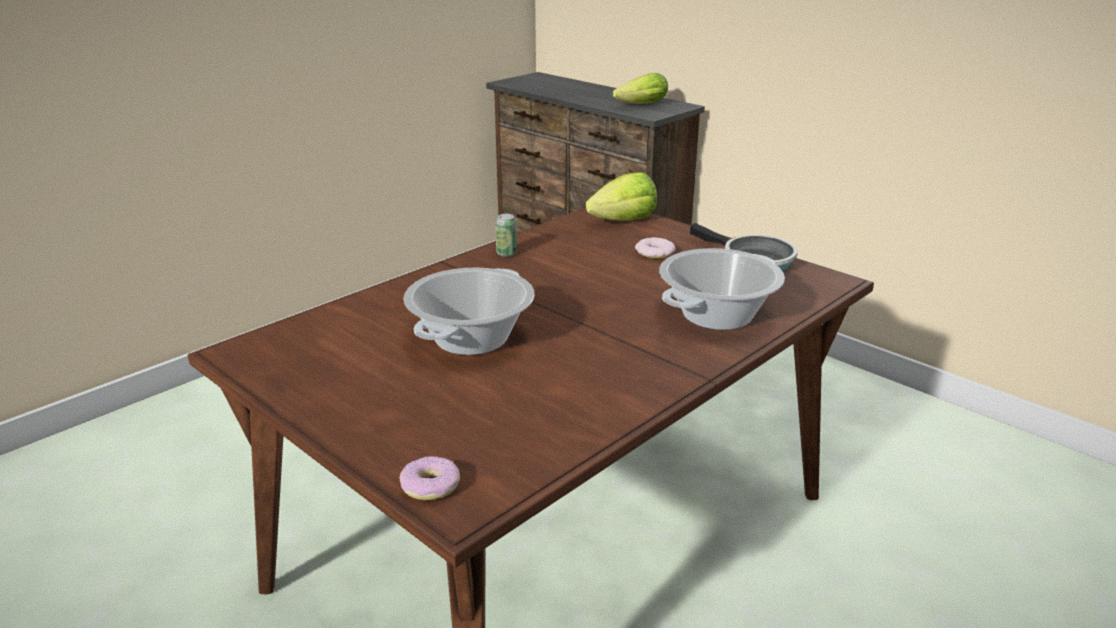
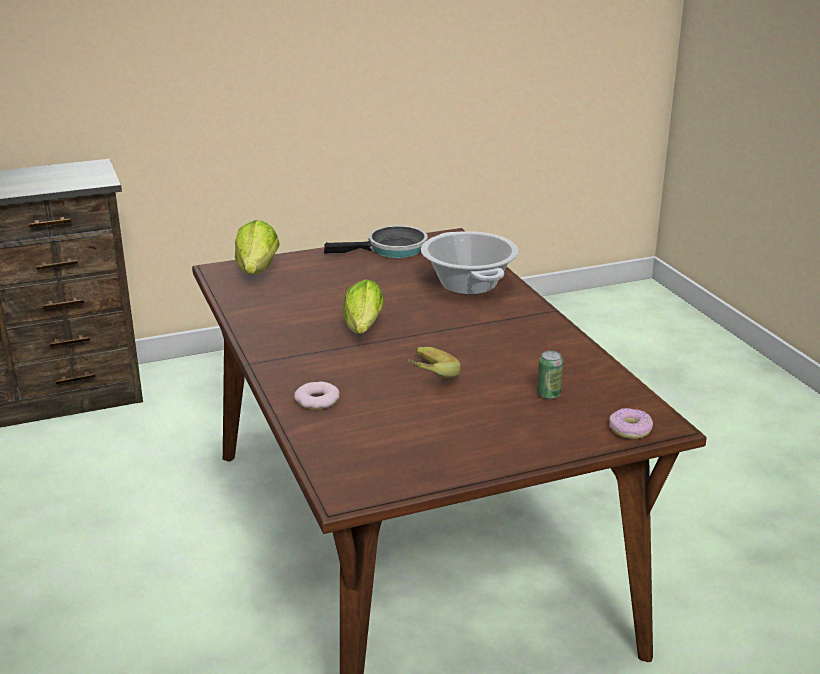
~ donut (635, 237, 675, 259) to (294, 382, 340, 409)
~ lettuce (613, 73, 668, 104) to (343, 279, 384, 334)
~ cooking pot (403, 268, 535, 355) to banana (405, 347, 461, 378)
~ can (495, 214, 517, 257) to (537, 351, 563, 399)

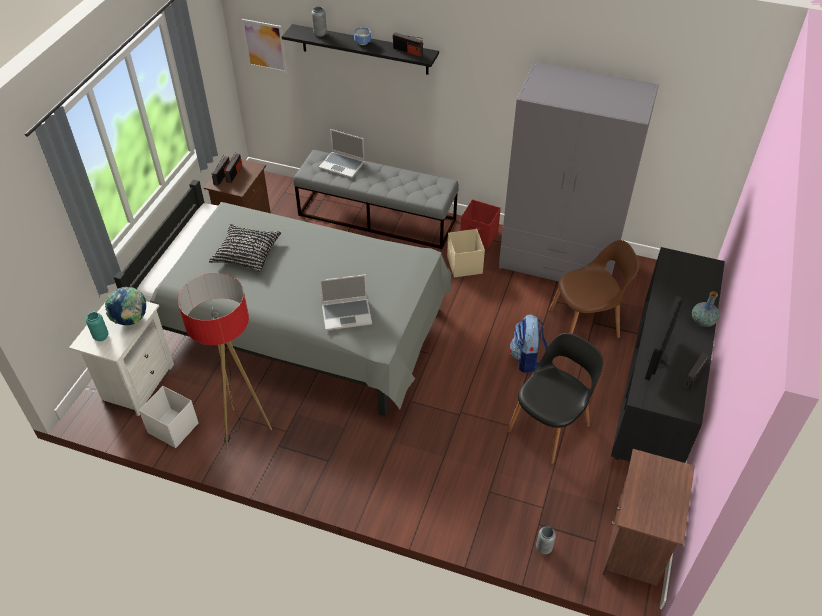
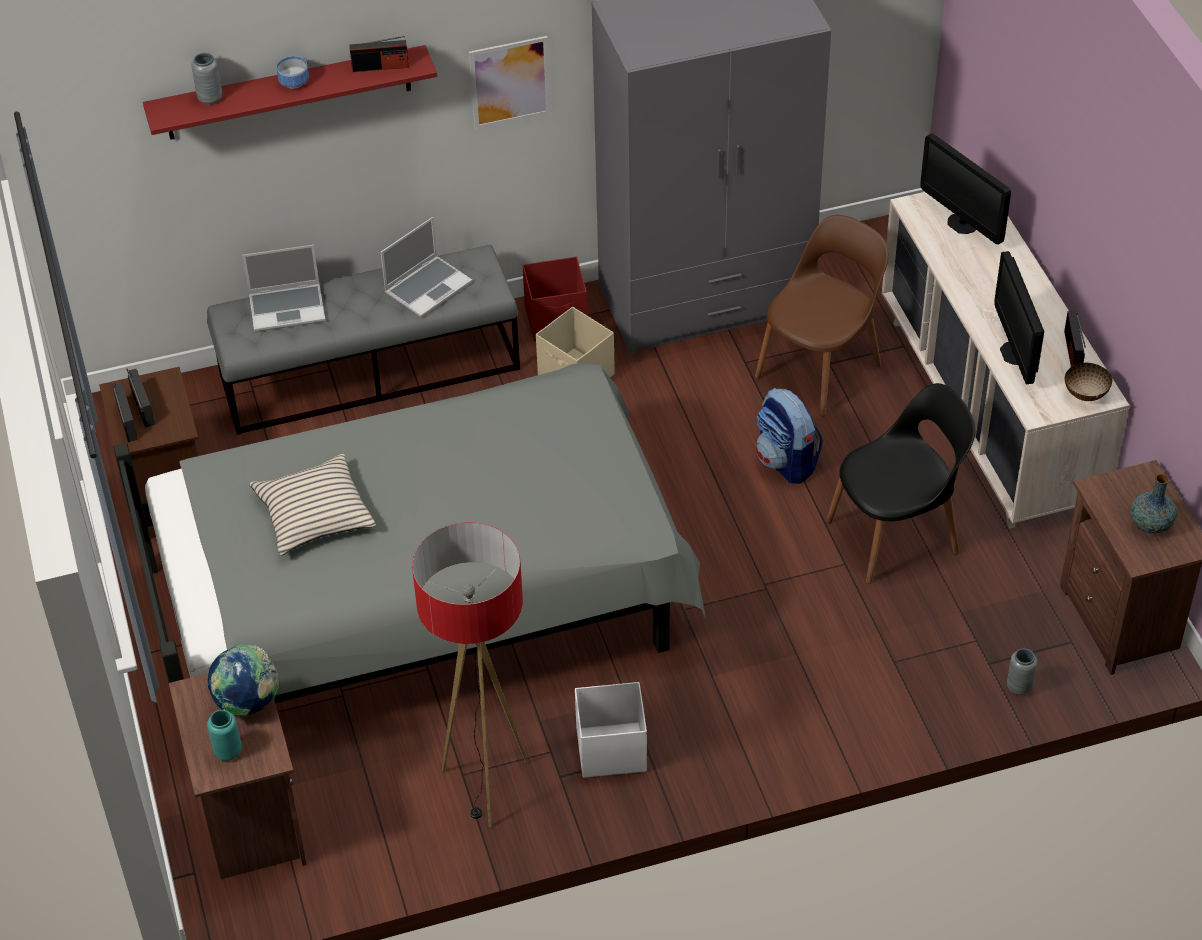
~ shelf in black (282, 24, 439, 75) to shelf in red (143, 45, 437, 140)
~ nightstand in white (69, 301, 174, 416) to nightstand in brown (169, 673, 307, 879)
~ pillow in black (209, 224, 281, 271) to pillow in beige (249, 453, 376, 556)
~ laptop (319, 274, 372, 330) to (381, 217, 472, 317)
~ picture (241, 19, 287, 73) to (469, 36, 551, 129)
~ storage box in white (139, 386, 198, 448) to (575, 682, 647, 778)
~ chair in black (507, 333, 604, 464) = (826, 383, 976, 584) 60 degrees clockwise
~ dresser in black (611, 247, 725, 463) to dresser in beige (882, 192, 1130, 529)
+ monitor (920, 133, 1011, 245)
+ bowl (1065, 363, 1112, 401)
~ vase (692, 291, 720, 327) to (1131, 474, 1177, 534)

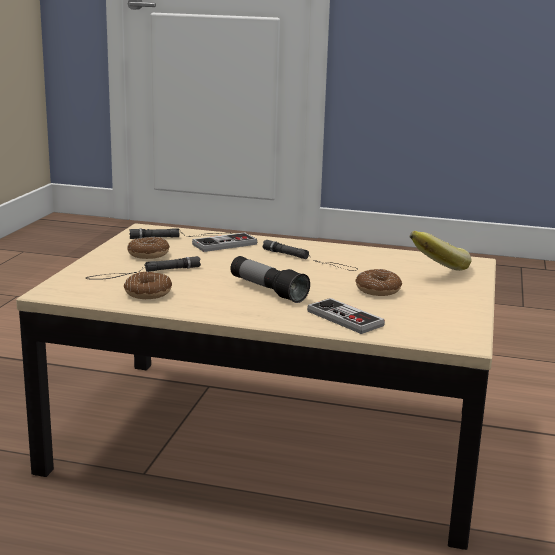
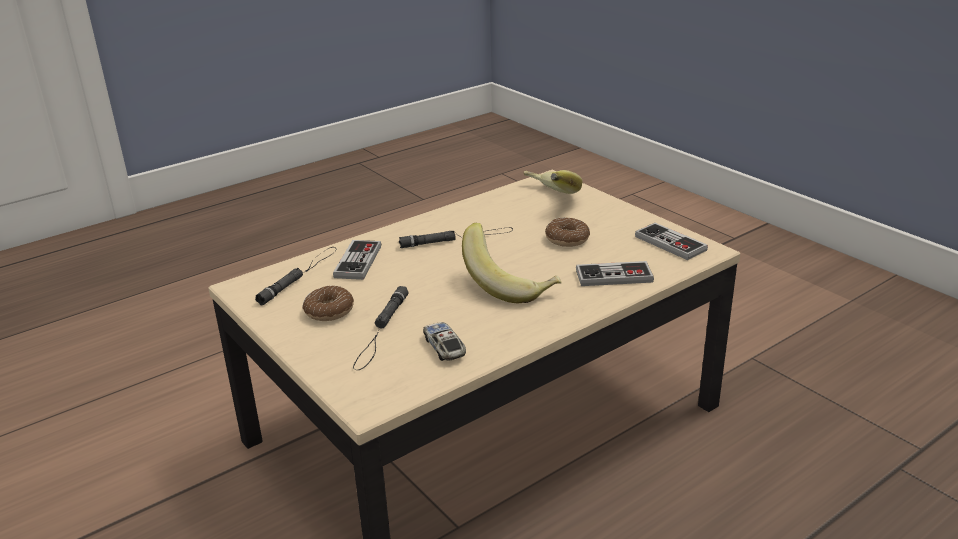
~ donut (124, 272, 172, 299) to toy car (423, 322, 466, 361)
~ flashlight (230, 256, 310, 303) to banana (462, 223, 562, 303)
+ game controller (635, 223, 708, 260)

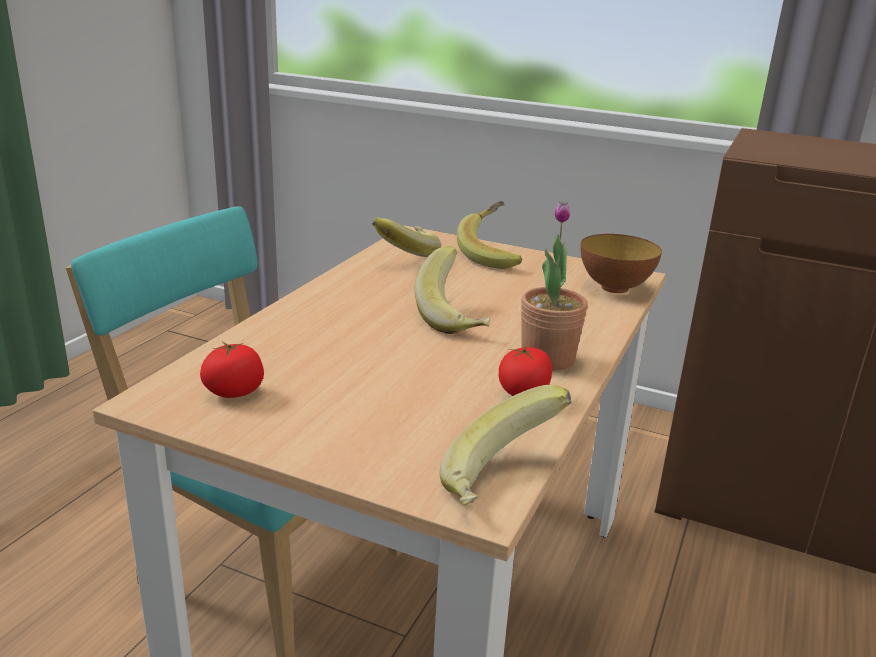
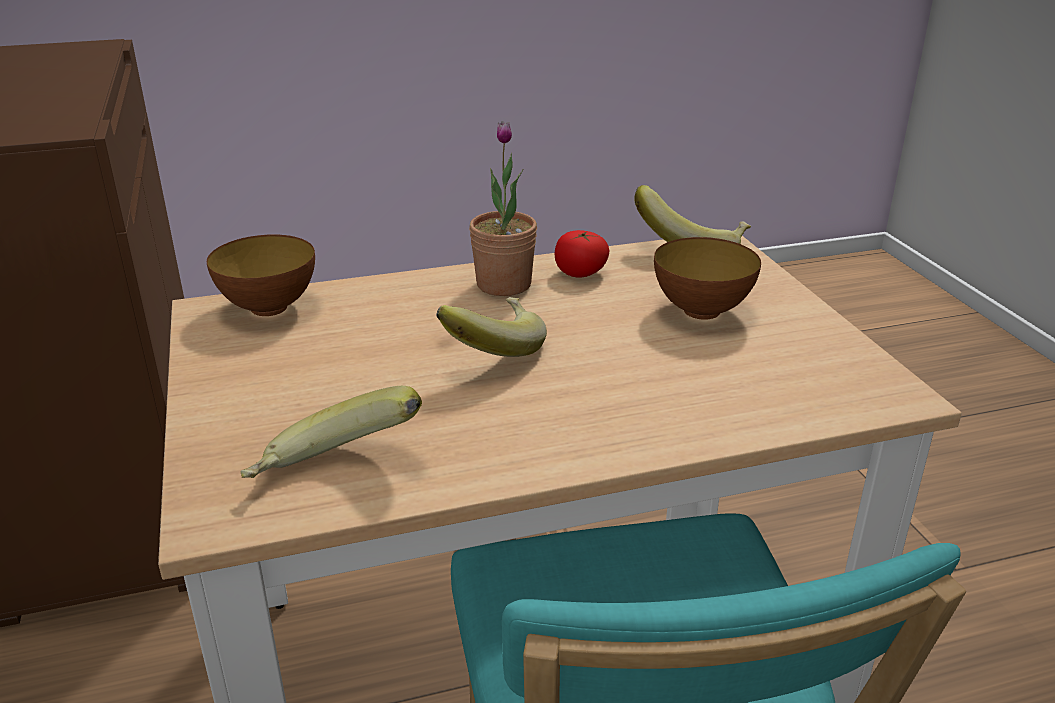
+ bowl (654, 237, 761, 320)
- tomato (200, 341, 264, 398)
- banana (457, 201, 522, 269)

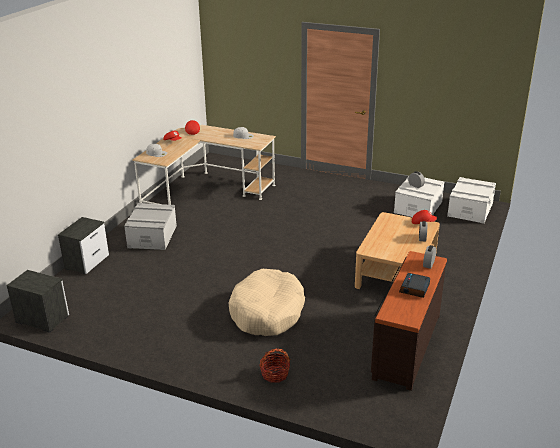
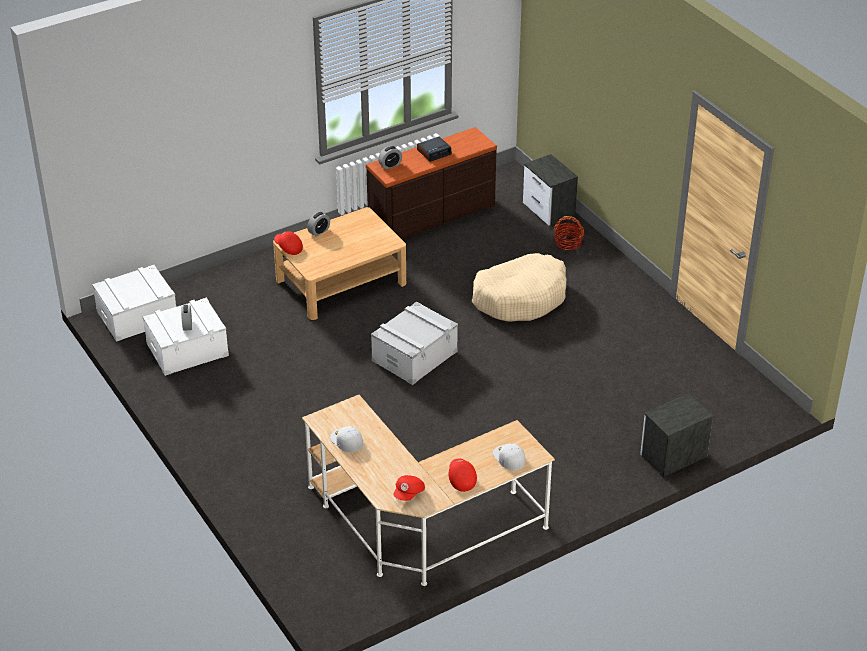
~ storage box in grey (124, 203, 177, 250) to (371, 302, 458, 385)
~ nightstand (6, 270, 69, 333) to (523, 154, 578, 226)

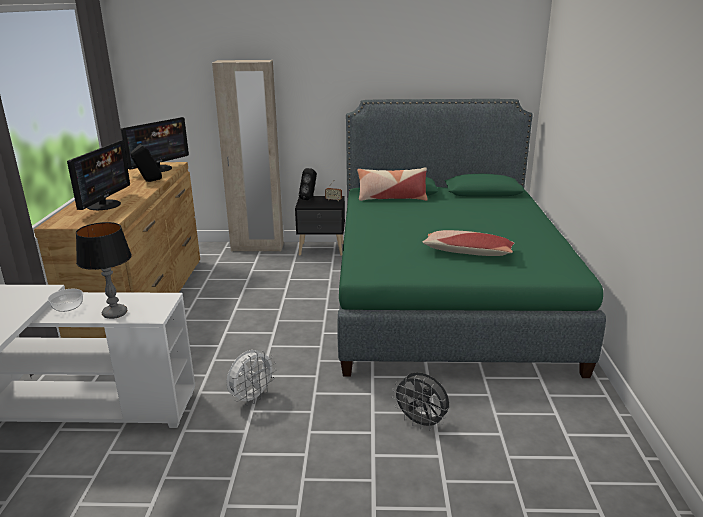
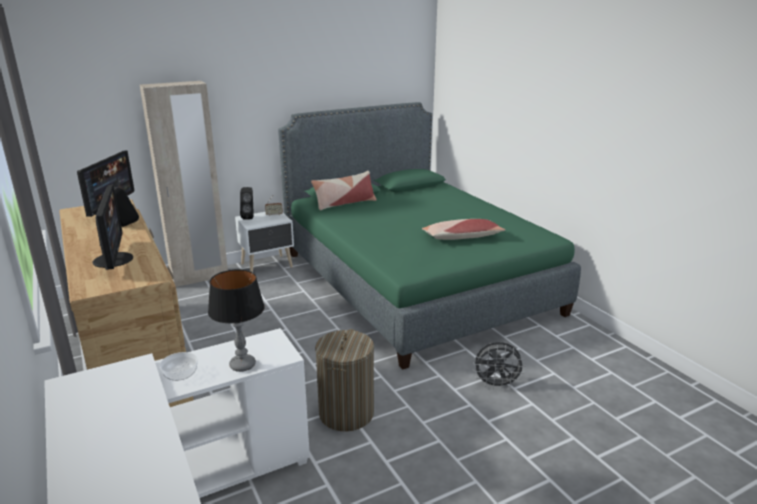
~ nightstand in black (295, 196, 345, 256) to nightstand in white (235, 212, 294, 272)
~ fan in white (226, 350, 276, 405) to laundry basket (315, 329, 374, 432)

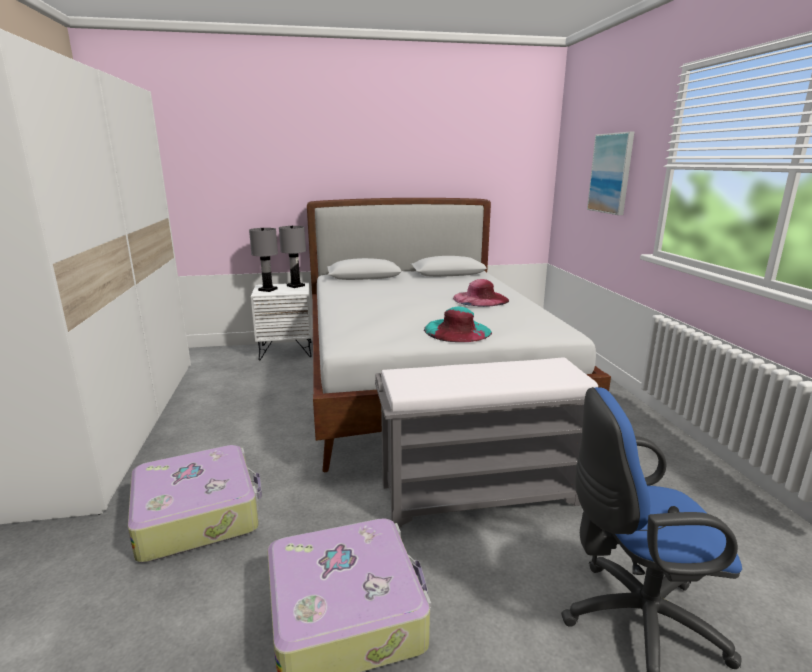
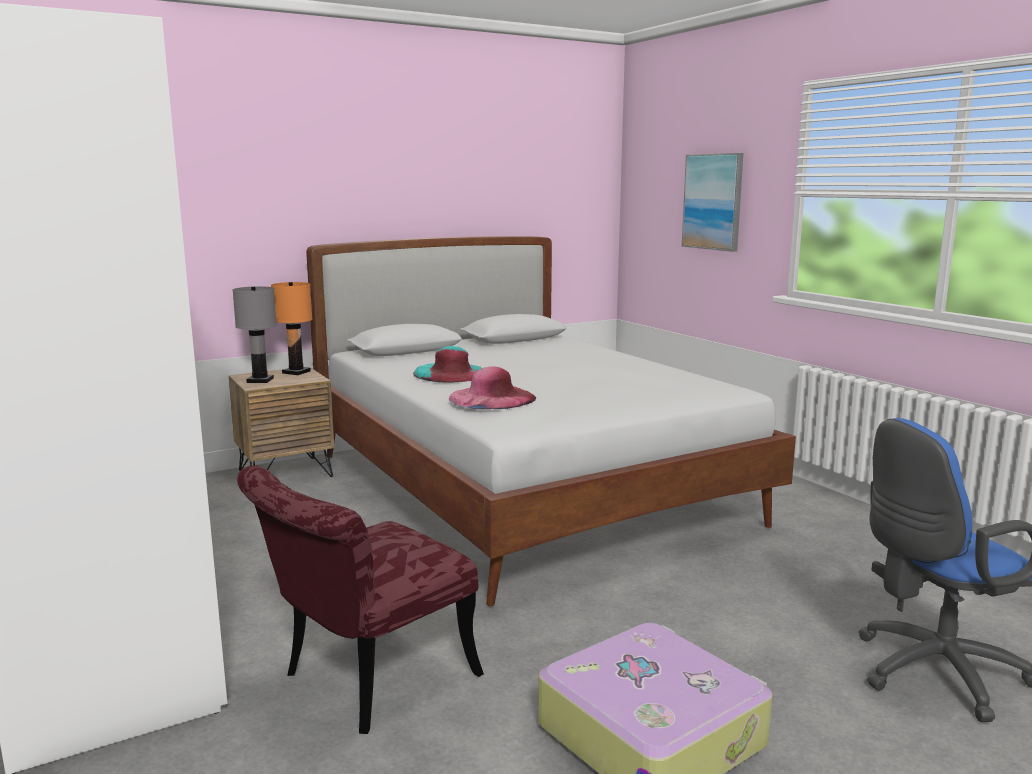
~ nightstand in white (251, 283, 312, 360) to nightstand in brown (229, 367, 334, 477)
~ suitcase (128, 445, 262, 563) to chair in red (237, 465, 484, 734)
~ table lamp in grey (279, 226, 306, 288) to table lamp in orange (271, 282, 312, 375)
~ hat in turquoise (424, 307, 492, 342) to (413, 346, 482, 383)
~ hat in pink (453, 279, 509, 307) to (449, 366, 536, 409)
- bench in grey (375, 357, 598, 527)

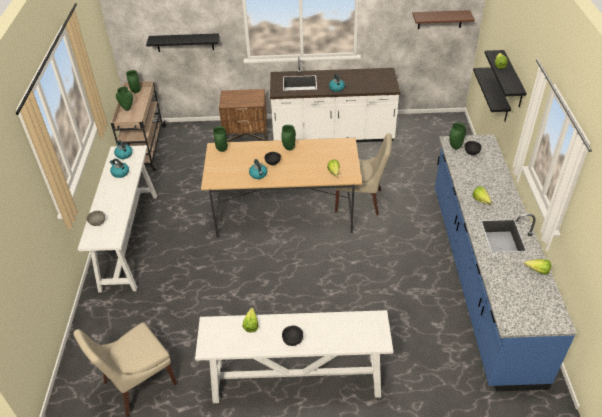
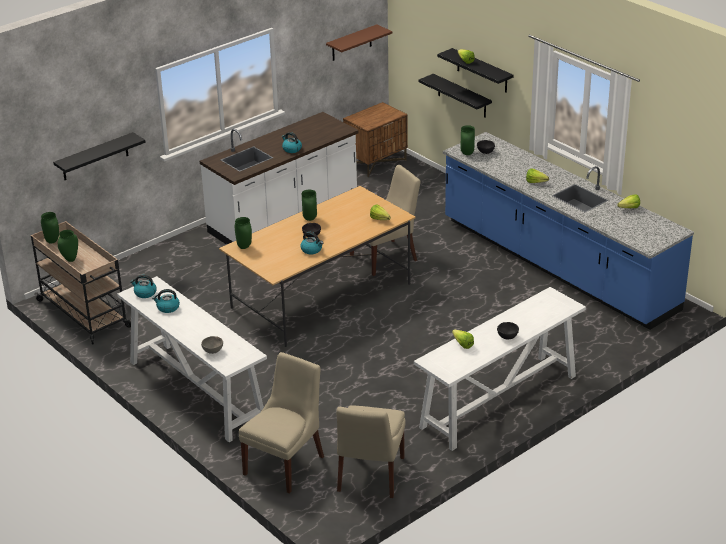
+ chair in beige (239, 352, 324, 494)
~ nightstand in brown (219, 89, 267, 142) to (343, 102, 408, 177)

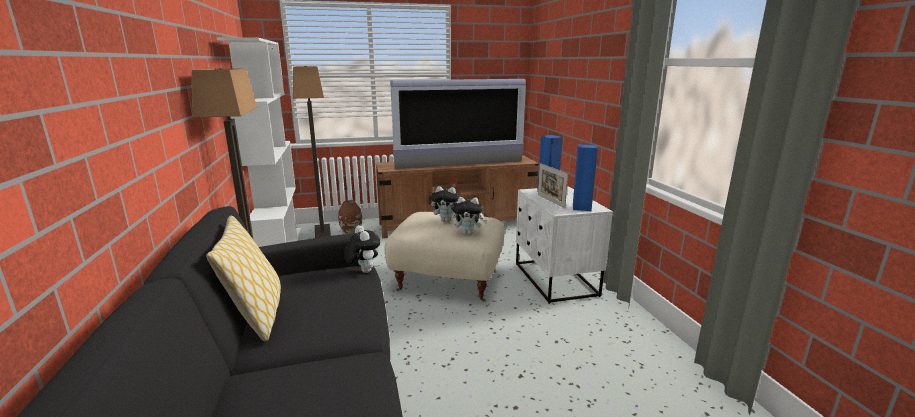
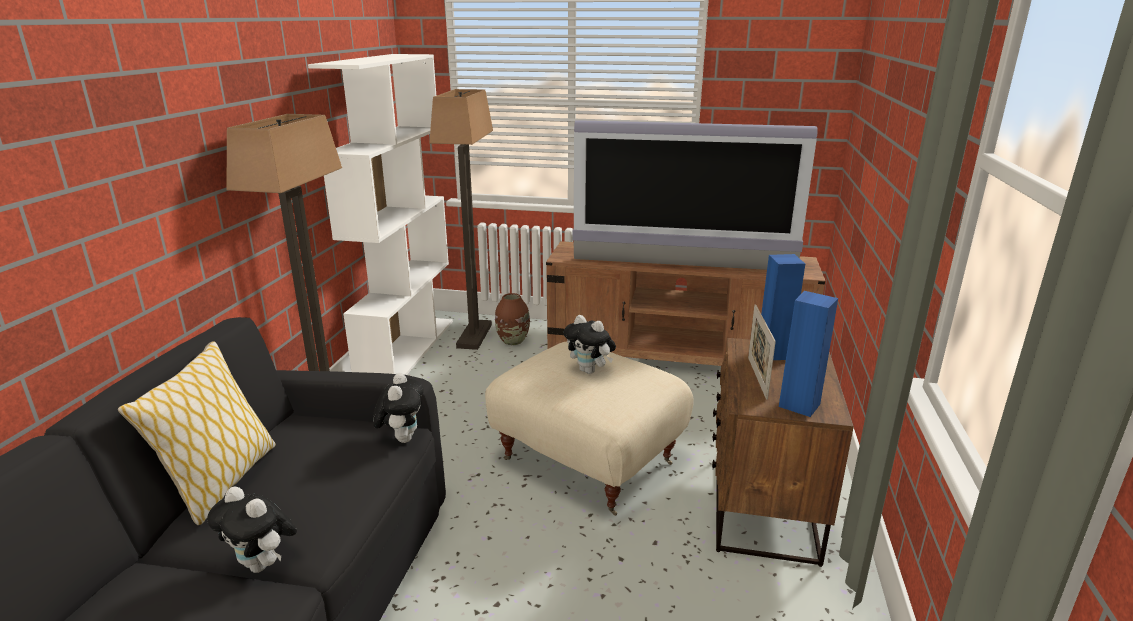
~ plush toy (452, 197, 488, 235) to (207, 487, 297, 573)
~ nightstand in white (516, 186, 613, 304) to nightstand in brown (712, 338, 854, 567)

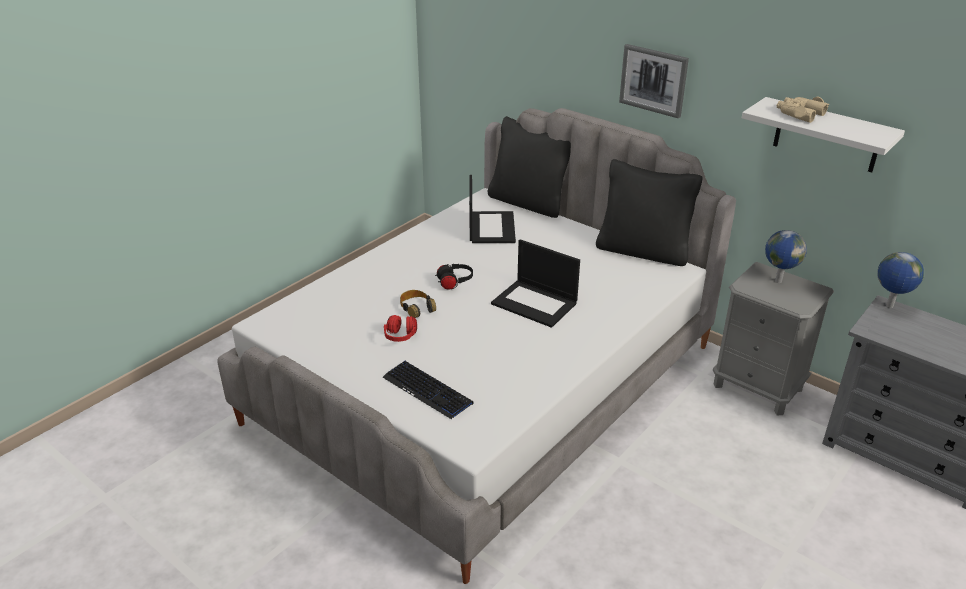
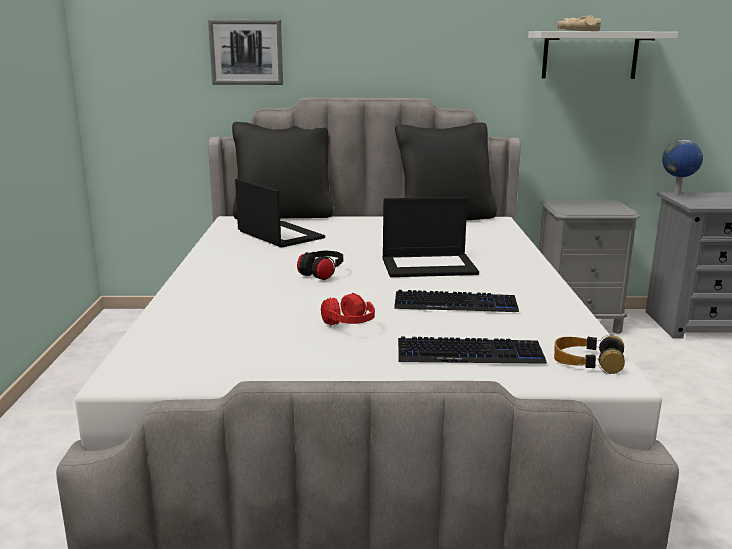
~ picture (619, 44, 689, 119) to (208, 19, 283, 85)
+ keyboard (394, 290, 519, 312)
~ headphones (400, 290, 436, 318) to (554, 335, 625, 374)
- globe (765, 230, 807, 283)

